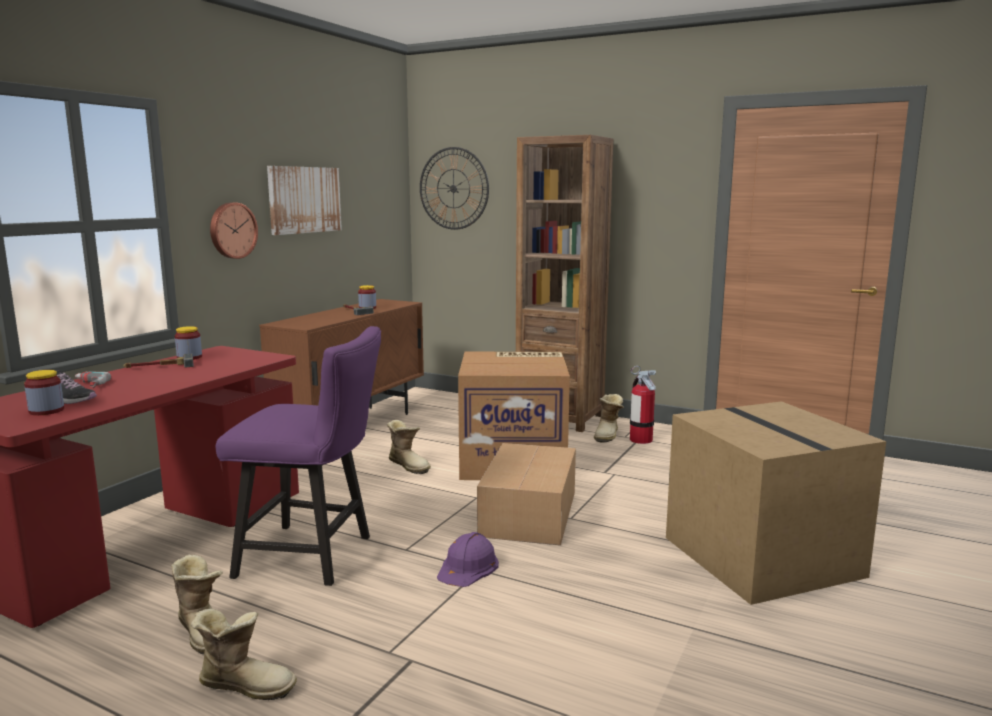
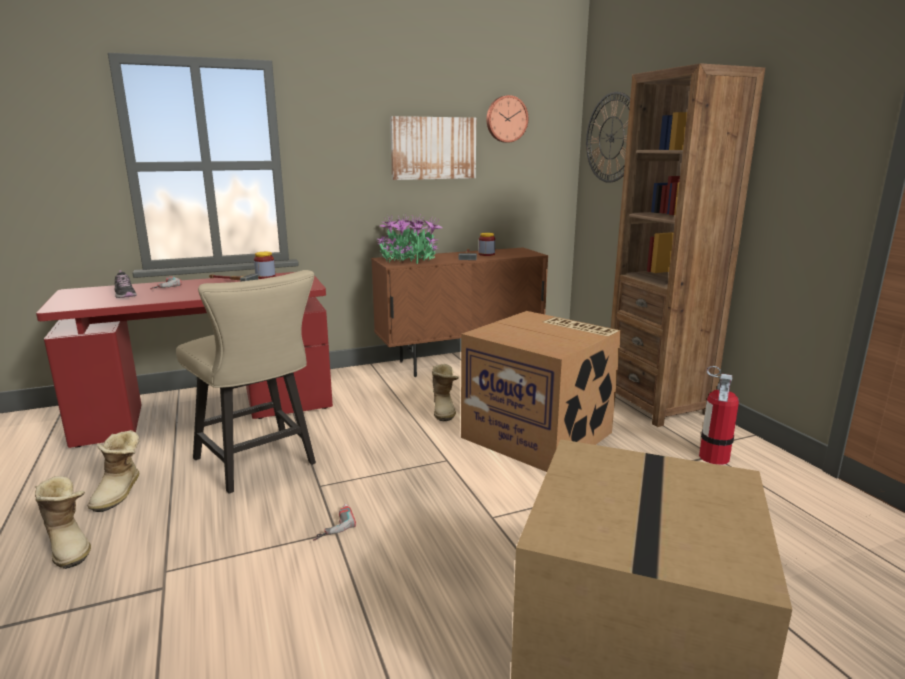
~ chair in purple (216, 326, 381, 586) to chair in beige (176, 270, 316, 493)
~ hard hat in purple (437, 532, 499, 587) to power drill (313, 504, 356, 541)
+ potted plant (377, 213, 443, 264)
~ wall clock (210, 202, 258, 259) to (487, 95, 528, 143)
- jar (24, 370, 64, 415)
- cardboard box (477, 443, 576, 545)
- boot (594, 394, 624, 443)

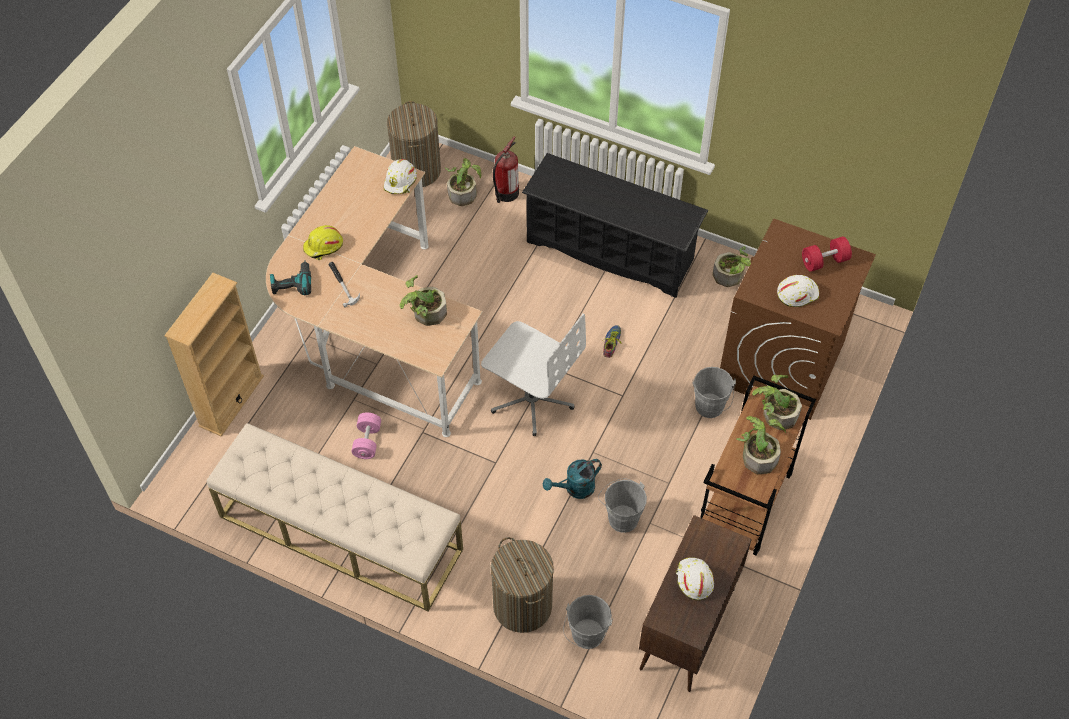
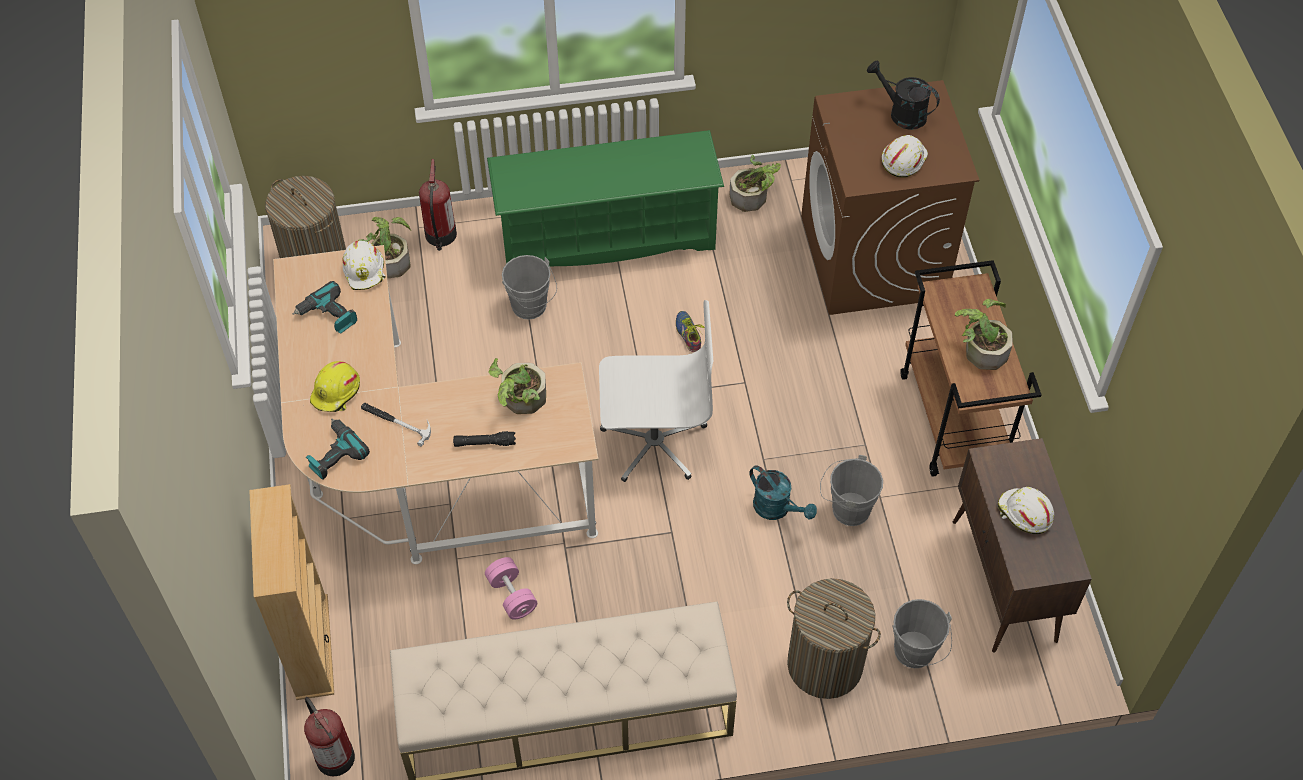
+ power drill (293, 281, 357, 334)
+ fire extinguisher (304, 697, 355, 776)
+ flashlight in black (453, 431, 516, 447)
~ shoe rack in black (522, 153, 708, 298) to shoe rack in green (487, 130, 724, 266)
~ bucket in grey (692, 367, 736, 418) to (502, 255, 557, 320)
~ watering can in turquoise (543, 459, 602, 499) = (749, 465, 817, 520) 75 degrees counterclockwise
~ dumbbell in red (802, 237, 852, 272) to watering can in black (867, 61, 940, 130)
- potted plant (752, 375, 802, 430)

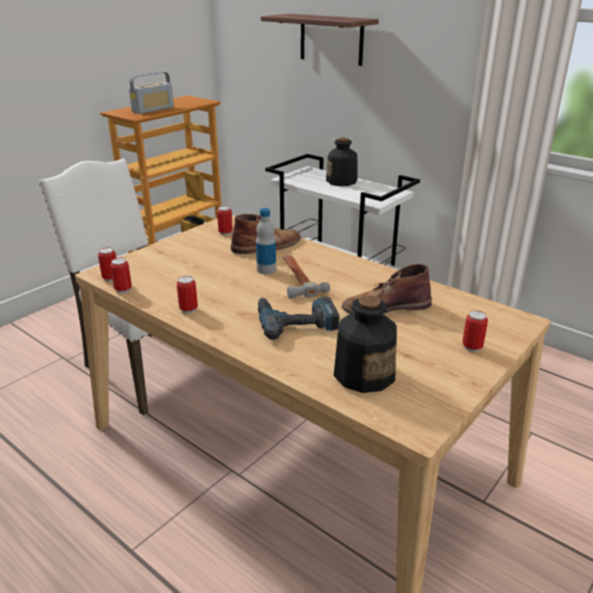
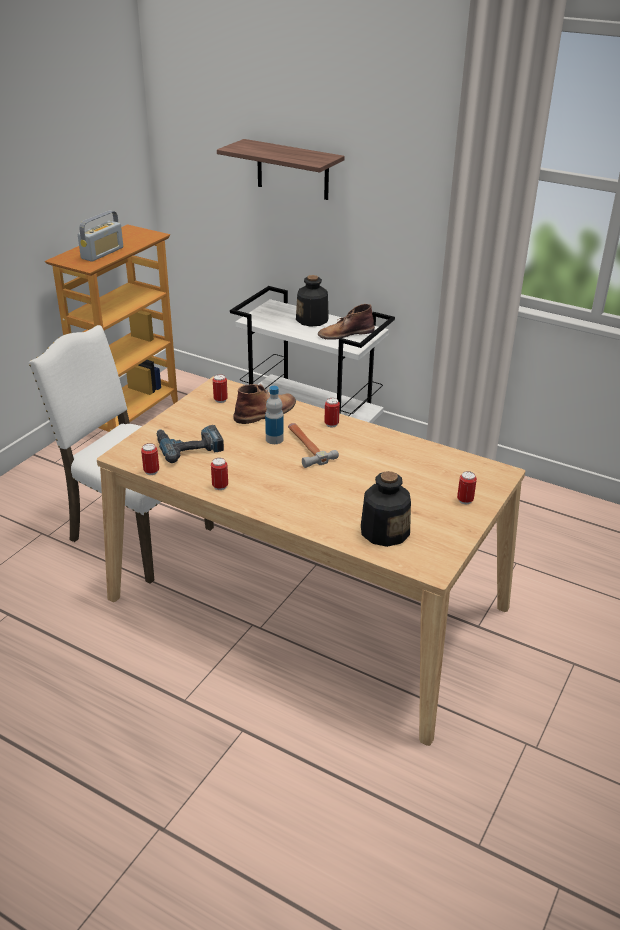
~ power drill (258, 297, 339, 340) to (157, 425, 224, 463)
~ boot in brown (341, 264, 432, 314) to (318, 304, 375, 340)
~ can (98, 247, 116, 282) to (324, 398, 340, 427)

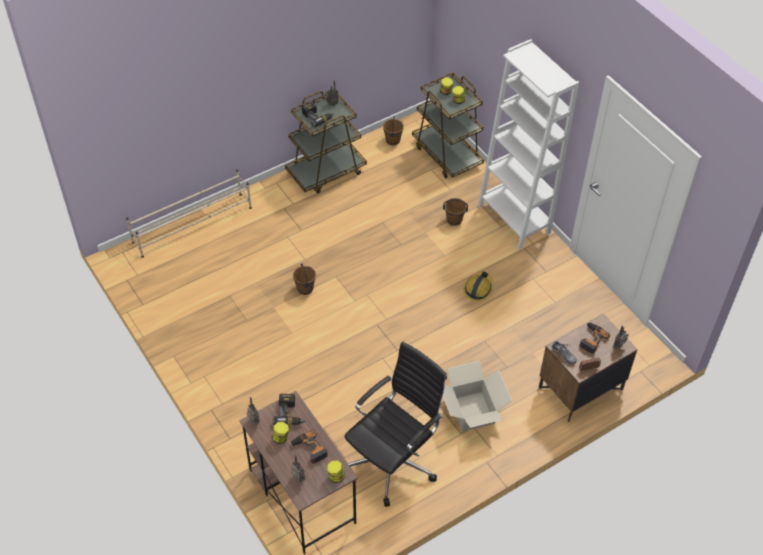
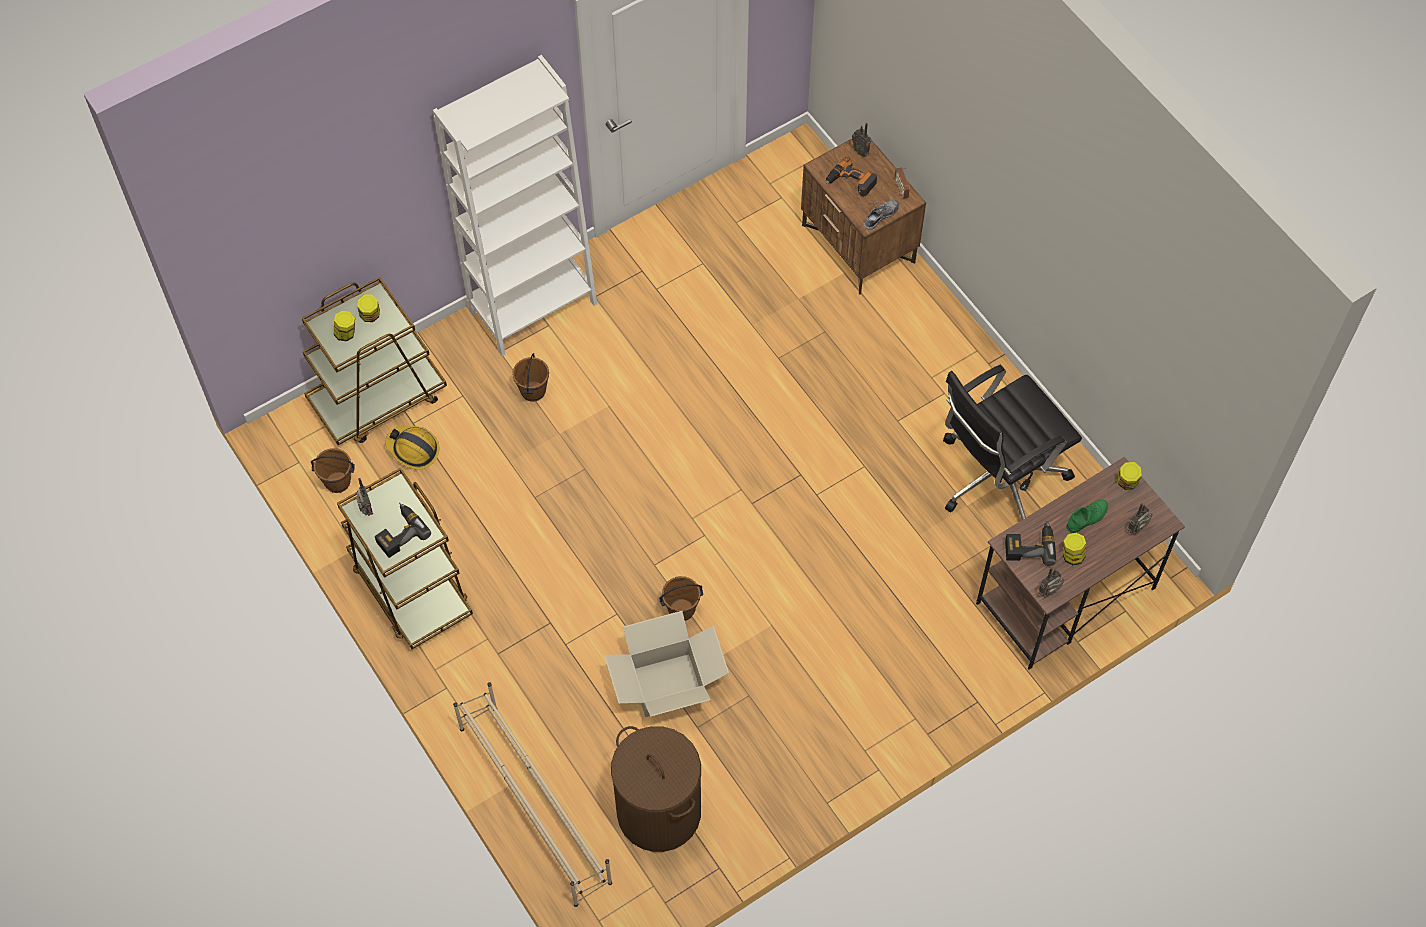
~ hard hat (464, 272, 493, 301) to (385, 426, 440, 470)
~ cardboard box (443, 361, 512, 432) to (604, 611, 729, 717)
+ laundry basket in brown (611, 726, 701, 852)
~ office chair in black (344, 342, 447, 507) = (943, 365, 1082, 520) 75 degrees counterclockwise
~ power drill (290, 429, 328, 464) to shoe in green (1066, 500, 1108, 533)

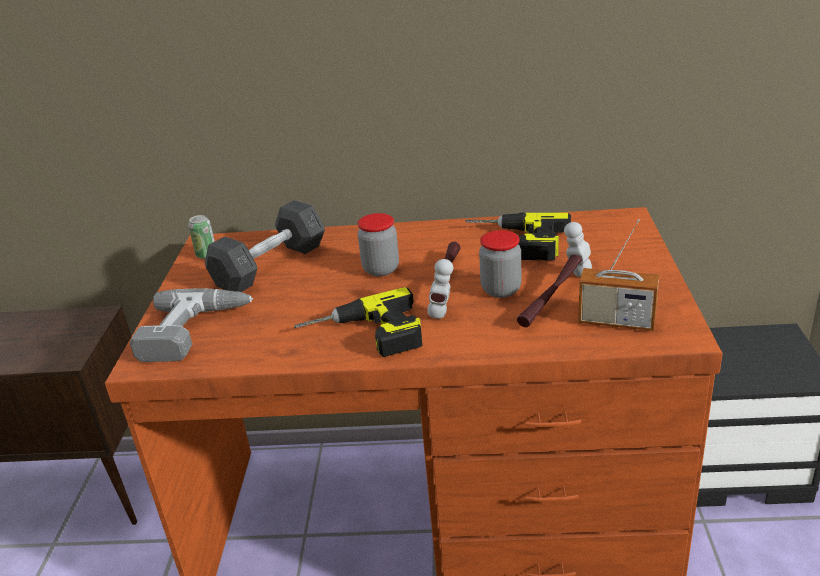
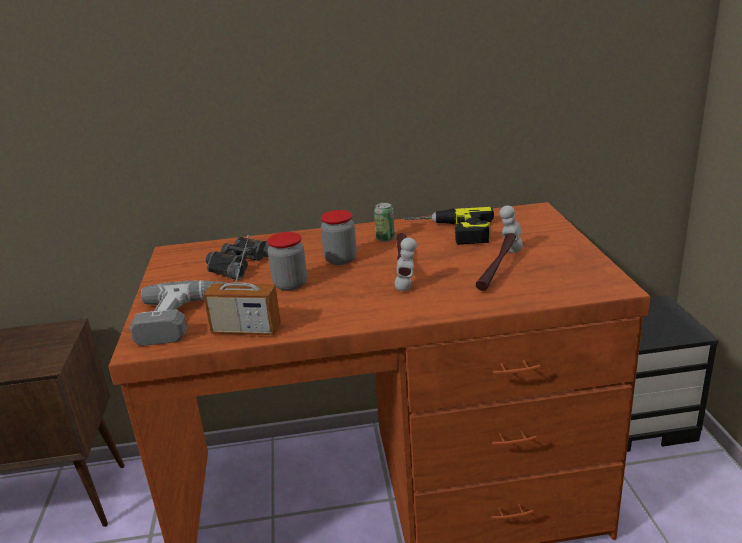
~ radio (578, 219, 659, 331) to (203, 235, 281, 335)
~ dumbbell in grey (205, 200, 325, 292) to binoculars in black (206, 237, 270, 280)
~ jar (479, 230, 522, 298) to (267, 232, 307, 291)
~ can (188, 215, 215, 259) to (374, 203, 395, 242)
- power drill (294, 287, 422, 357)

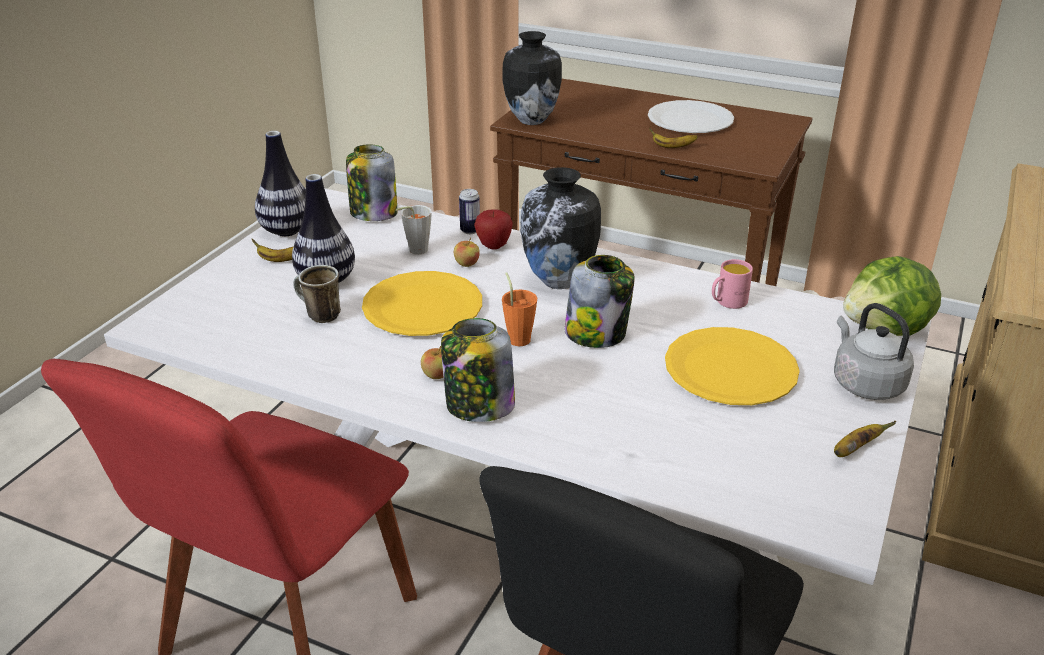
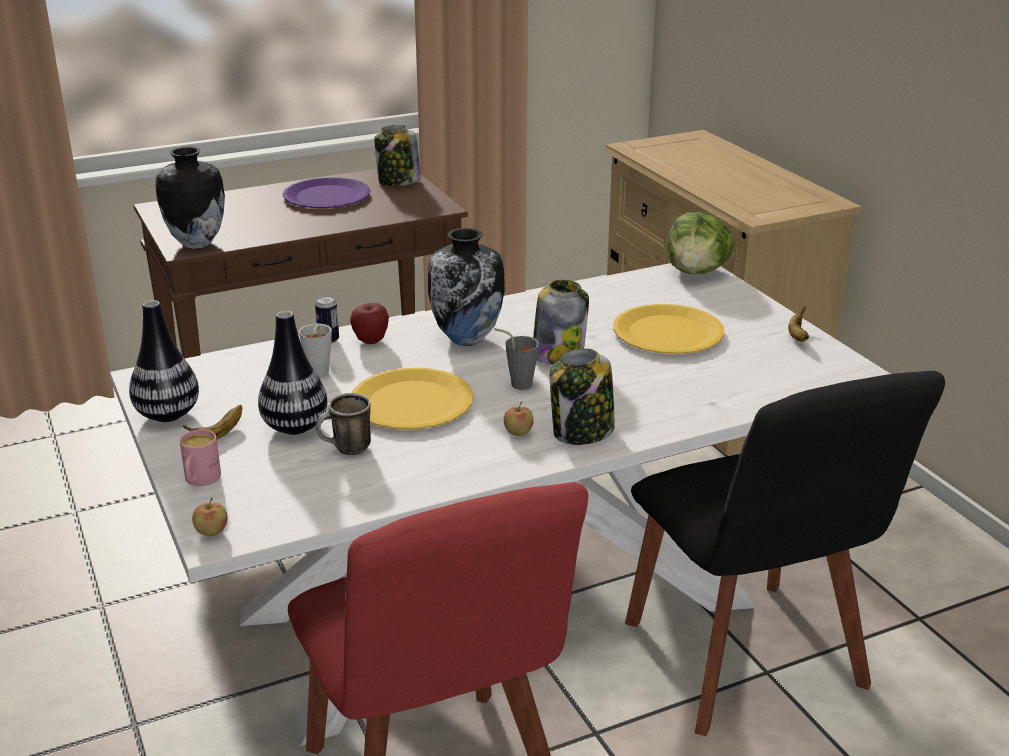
~ mug in pink (712, 259, 753, 309) to (180, 429, 221, 486)
~ apple (454, 238, 480, 267) to (192, 497, 228, 536)
~ plate in white (648, 100, 734, 133) to plate in purple (283, 177, 371, 208)
~ jar (346, 145, 398, 221) to (374, 125, 421, 186)
~ cup in orange (502, 272, 537, 346) to cup in grey (494, 328, 539, 390)
- banana (649, 128, 698, 148)
- kettle in grey (834, 303, 914, 400)

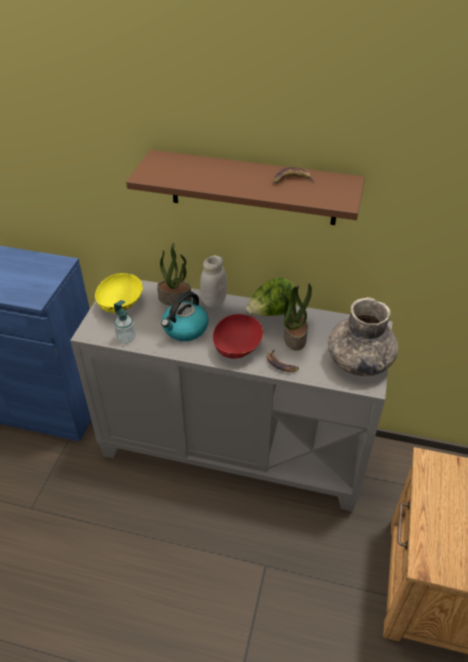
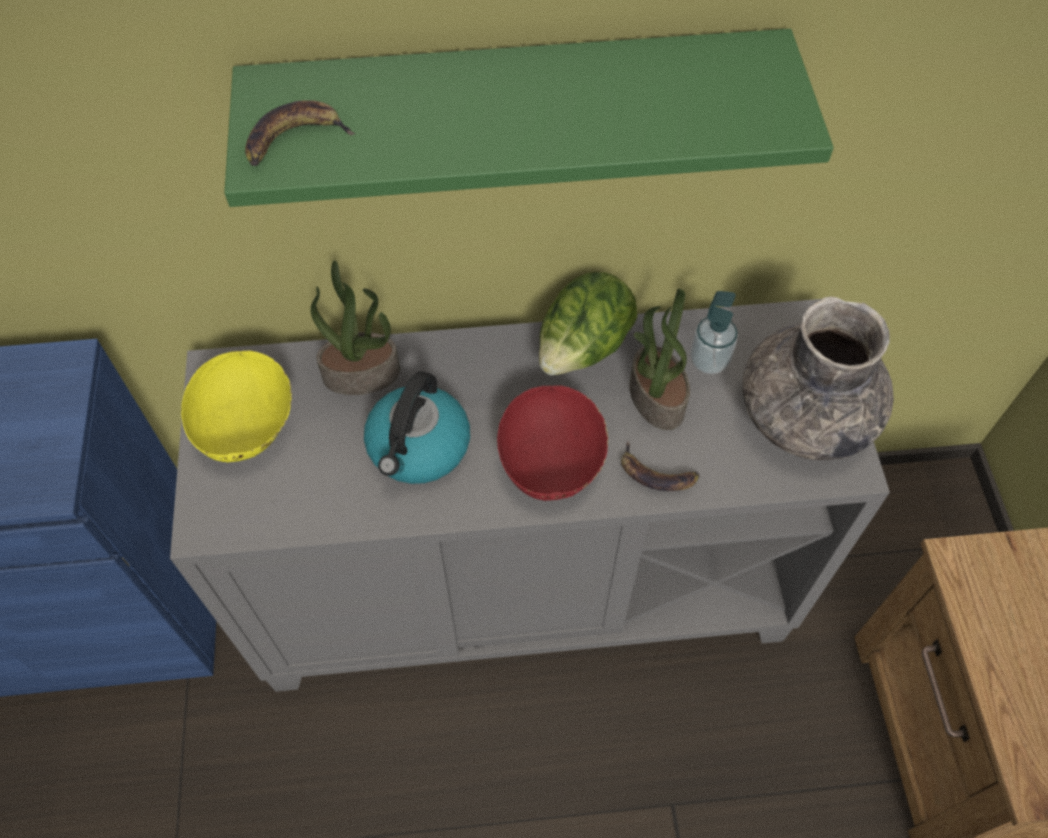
~ shelf in brown (126, 150, 365, 225) to shelf in green (224, 29, 834, 207)
~ banana (273, 167, 315, 184) to (245, 100, 356, 166)
~ soap dispenser (114, 300, 136, 344) to (690, 291, 738, 375)
- jar in white (200, 256, 227, 308)

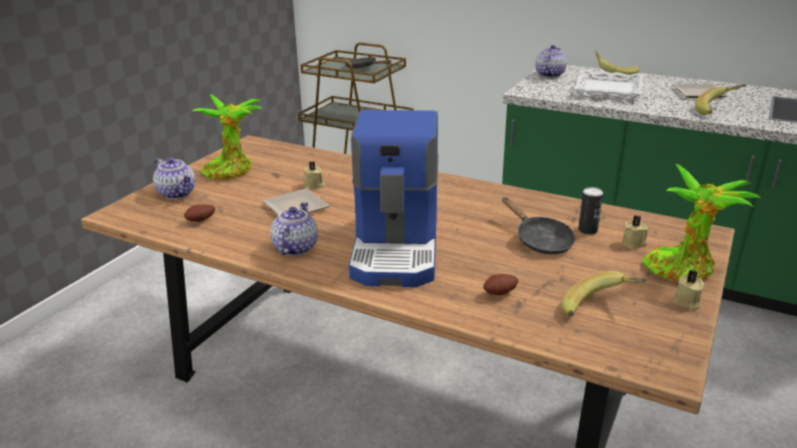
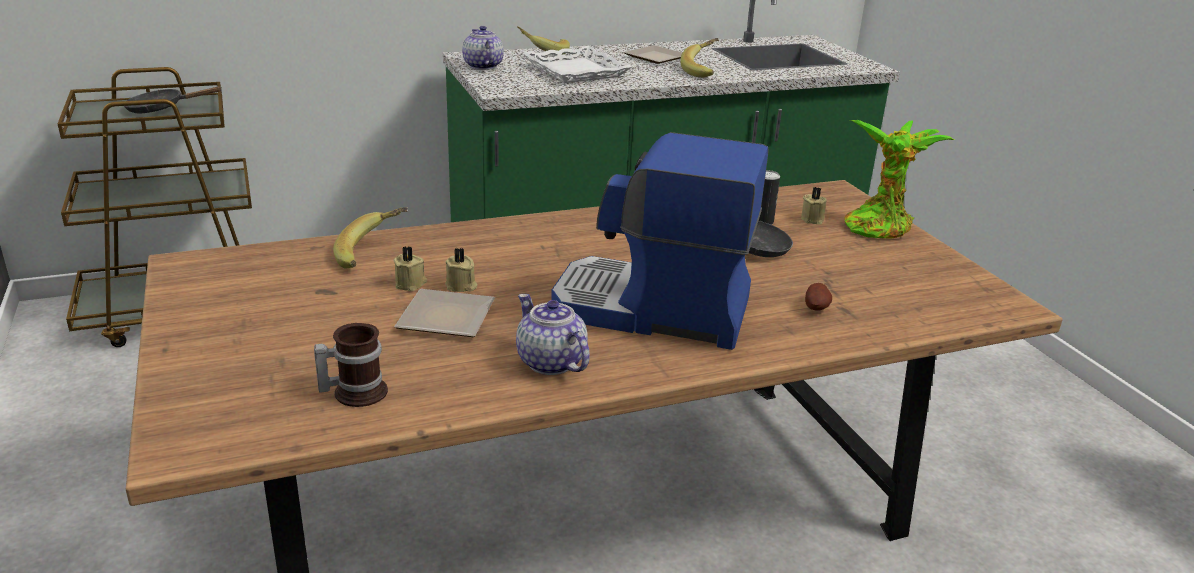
~ potato (184, 204, 215, 222) to mug (314, 323, 388, 407)
~ banana (562, 271, 647, 316) to (333, 207, 408, 269)
~ candle in beige (673, 270, 704, 310) to (445, 248, 477, 292)
~ coffee machine (349, 110, 438, 287) = (551, 132, 768, 350) 150 degrees clockwise
- teapot (153, 157, 195, 199)
- potted plant (192, 94, 262, 180)

